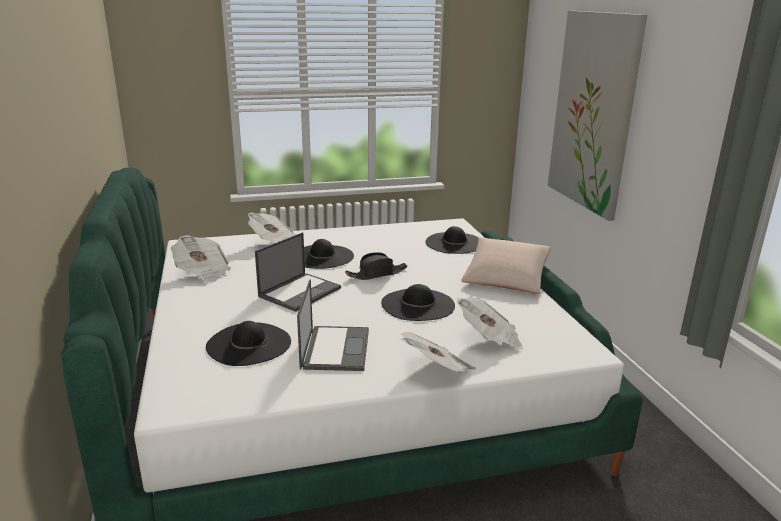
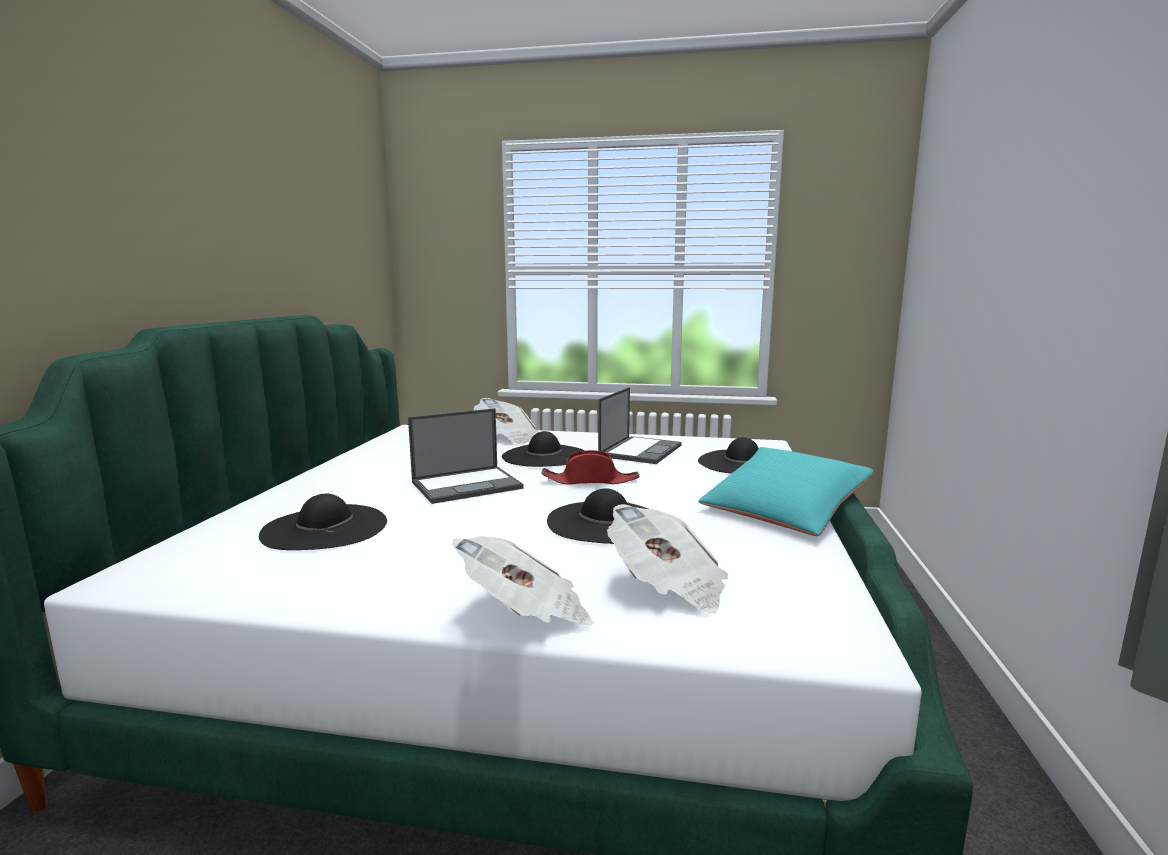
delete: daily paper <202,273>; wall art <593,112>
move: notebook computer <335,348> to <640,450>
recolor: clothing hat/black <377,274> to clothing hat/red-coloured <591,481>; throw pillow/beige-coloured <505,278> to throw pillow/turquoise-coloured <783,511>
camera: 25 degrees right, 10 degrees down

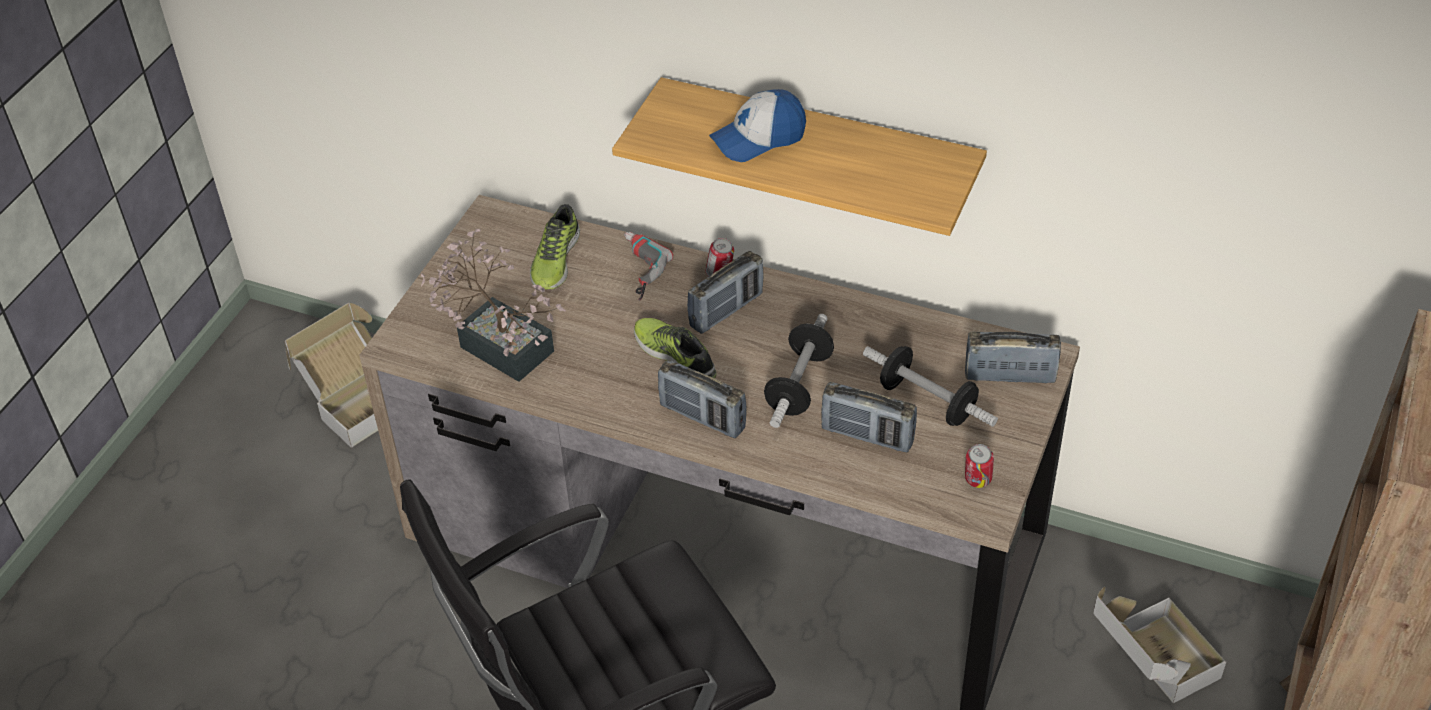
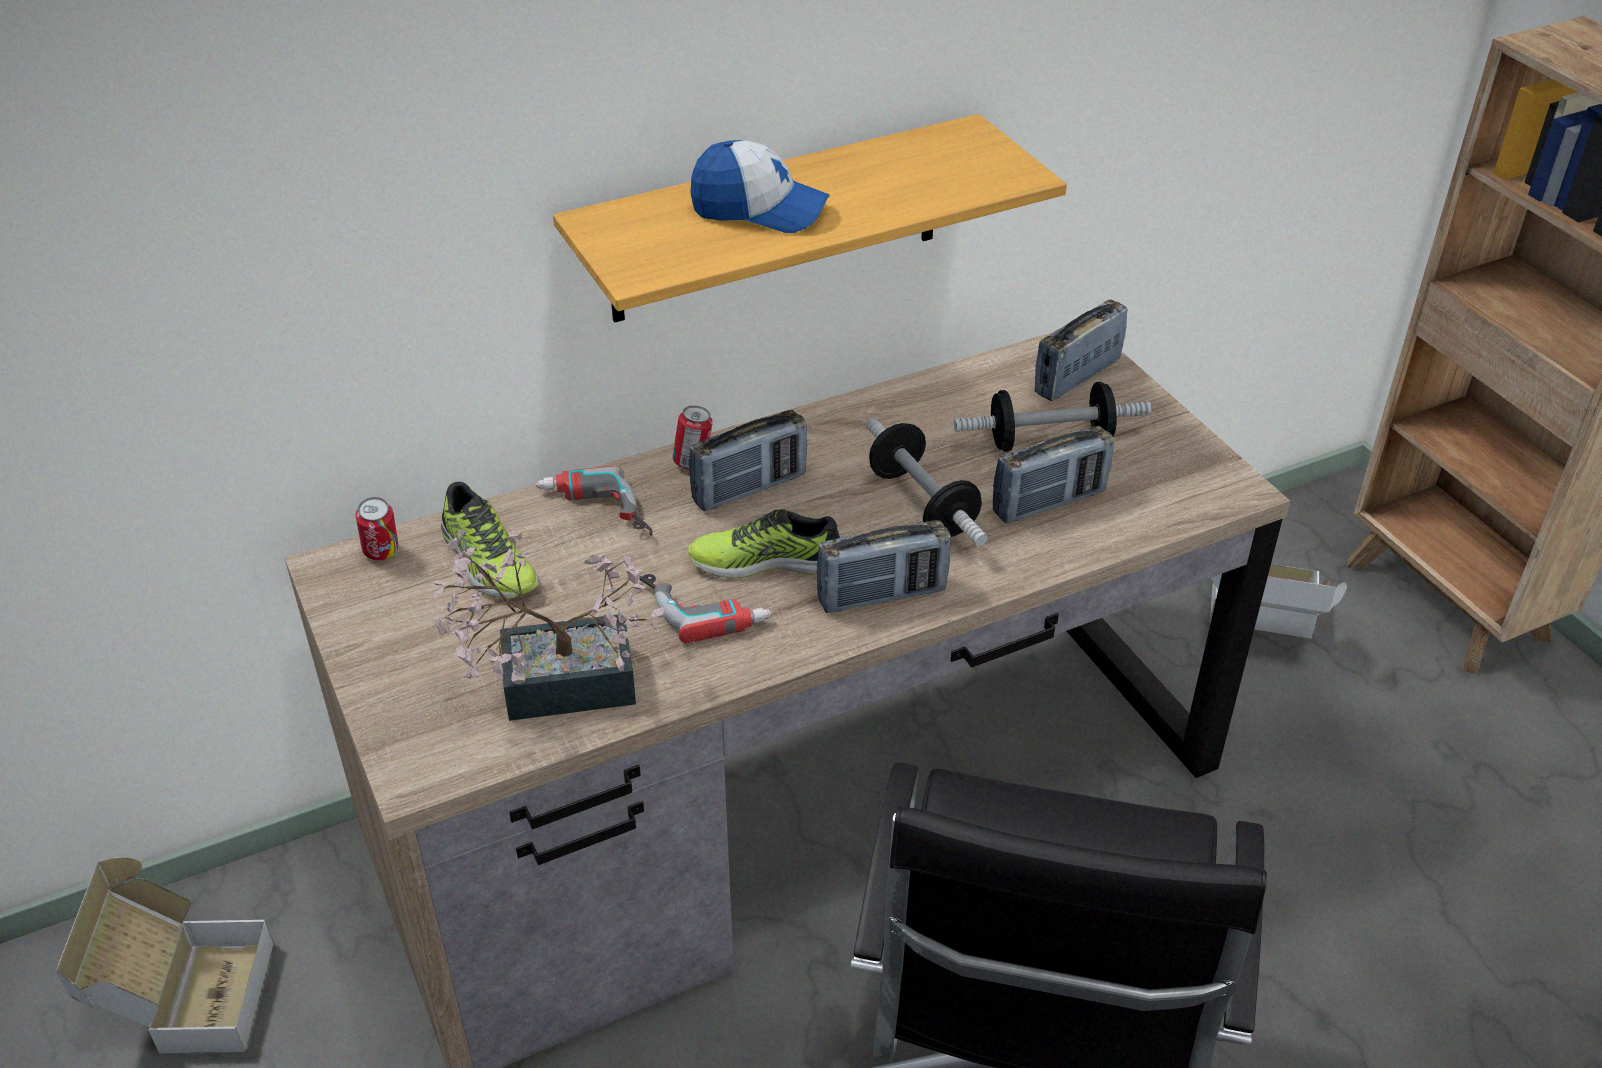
insert: electric drill <702,603>
move: can <977,482> to <382,554>
rotate: radio set <726,310> = <749,488> 60 degrees clockwise; baseball cap <758,138> = <759,210> 90 degrees counterclockwise
camera: 50 degrees left, 5 degrees down

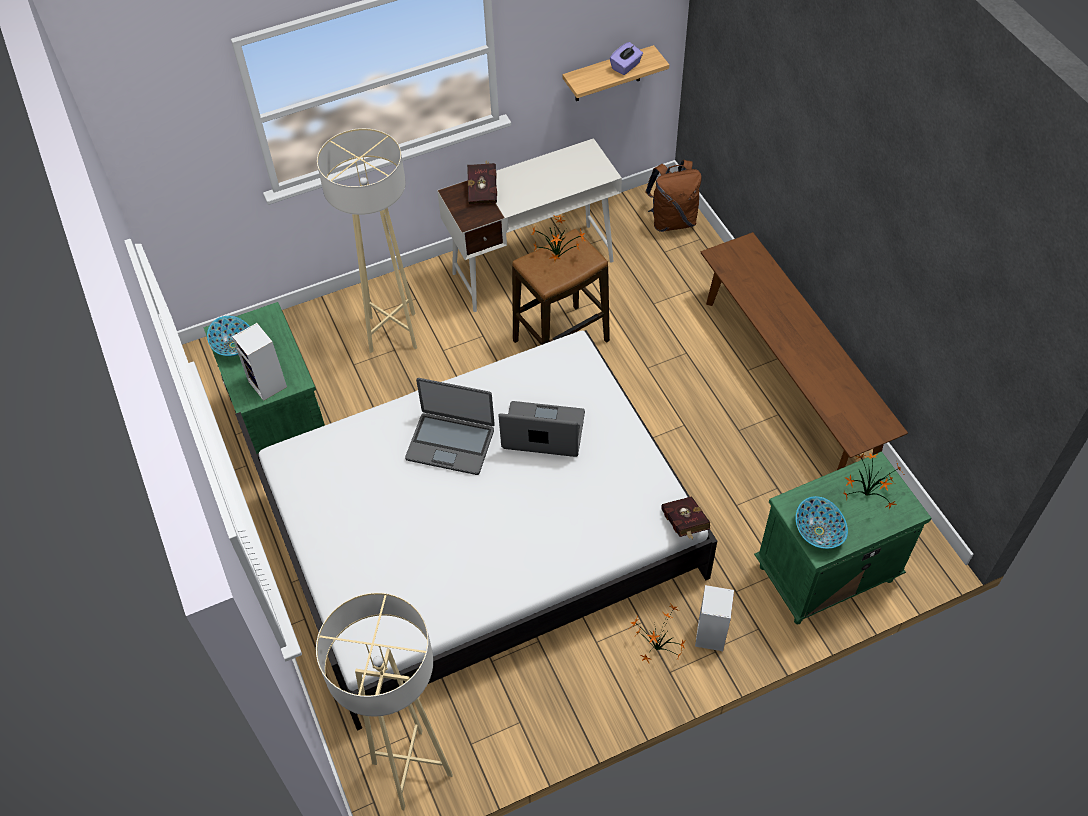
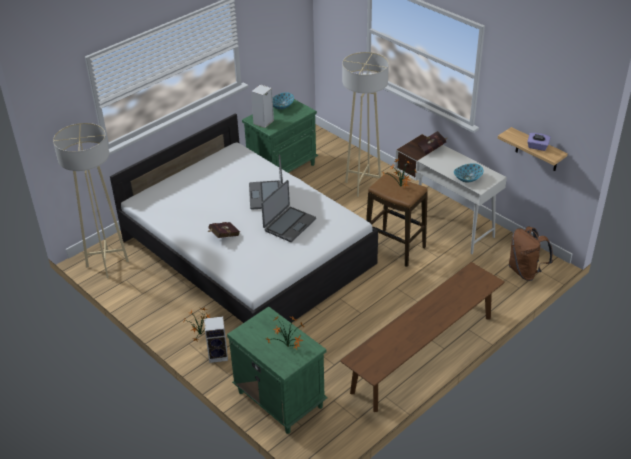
move: book/red-coloured <684,525> to <223,236>; bowl <818,532> to <467,179>
rotate: notebook computer <543,432> = <289,224> 45 degrees clockwise
camera: 70 degrees right, 15 degrees down

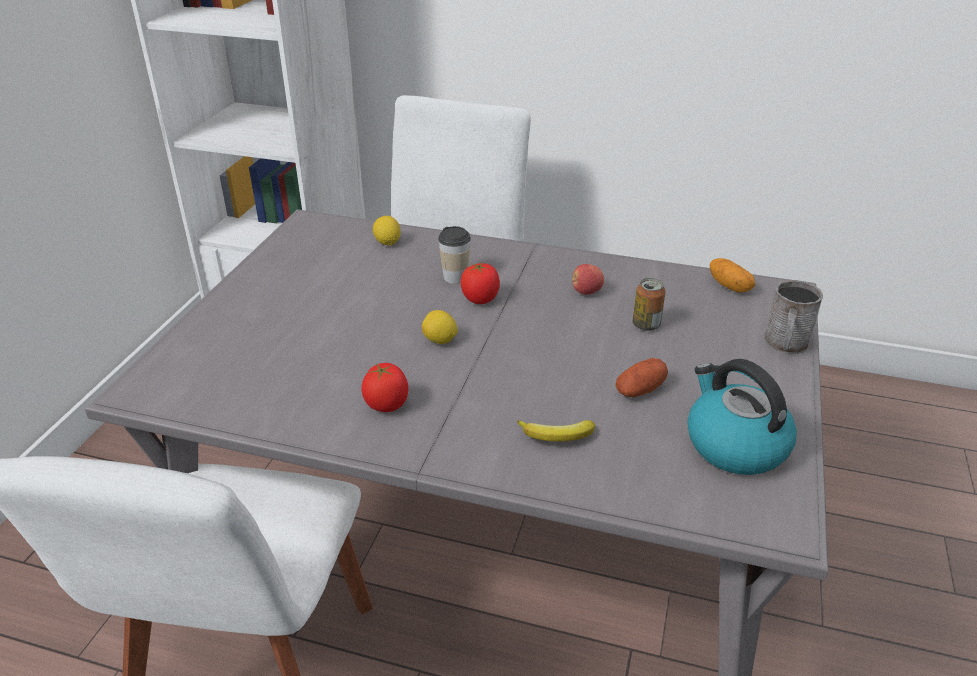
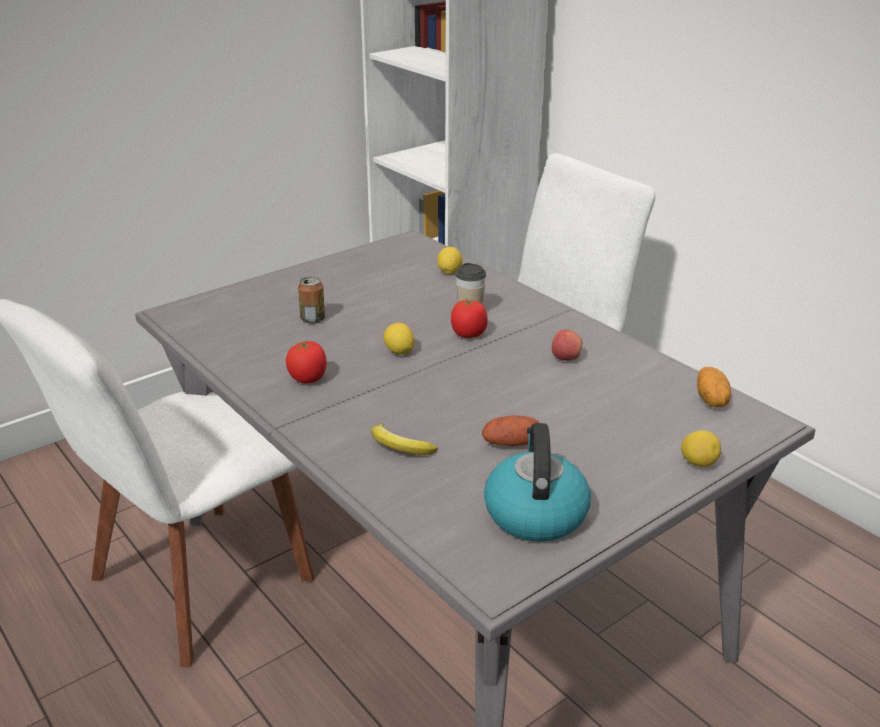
move: can <646,325> to <313,319>
replace: mug/greyish <785,344> to whole lemon <698,463>
camera: 35 degrees right, 5 degrees down

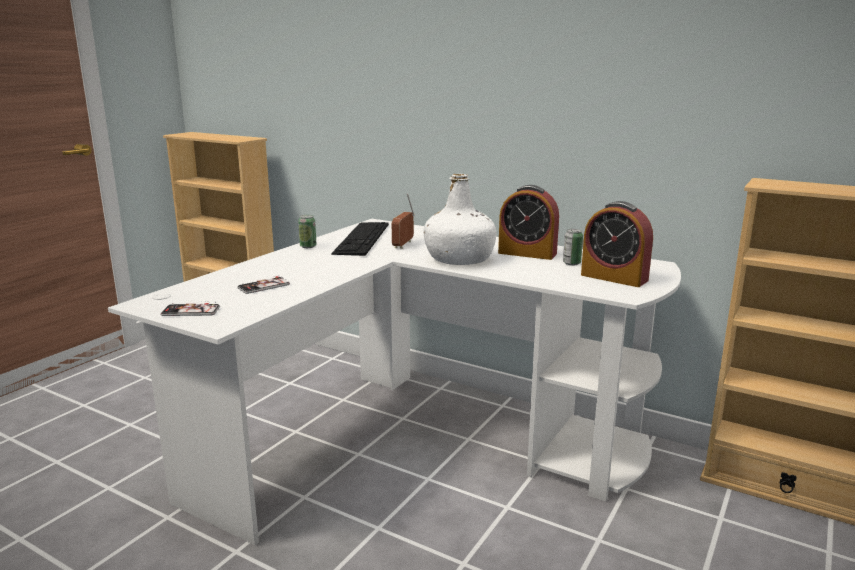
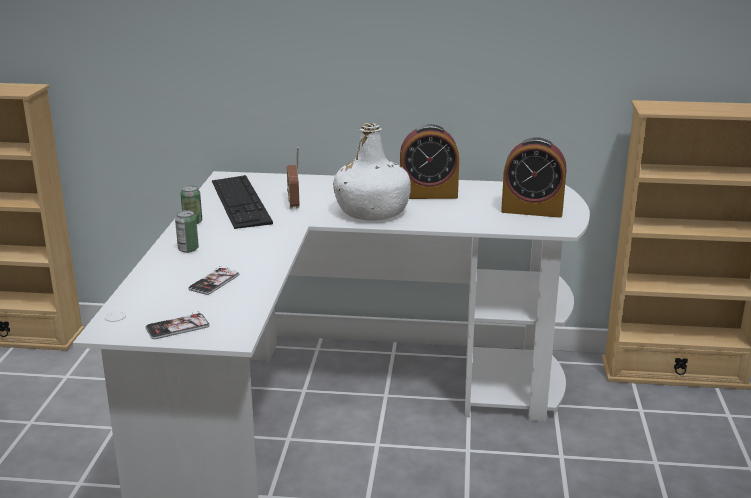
move: can <571,263> to <188,249>
camera: 25 degrees left, 5 degrees up

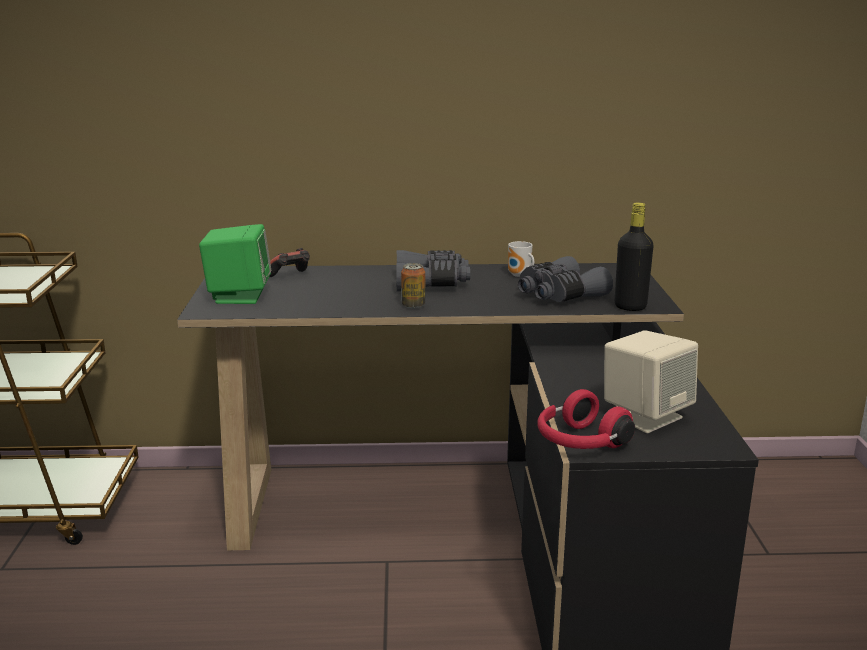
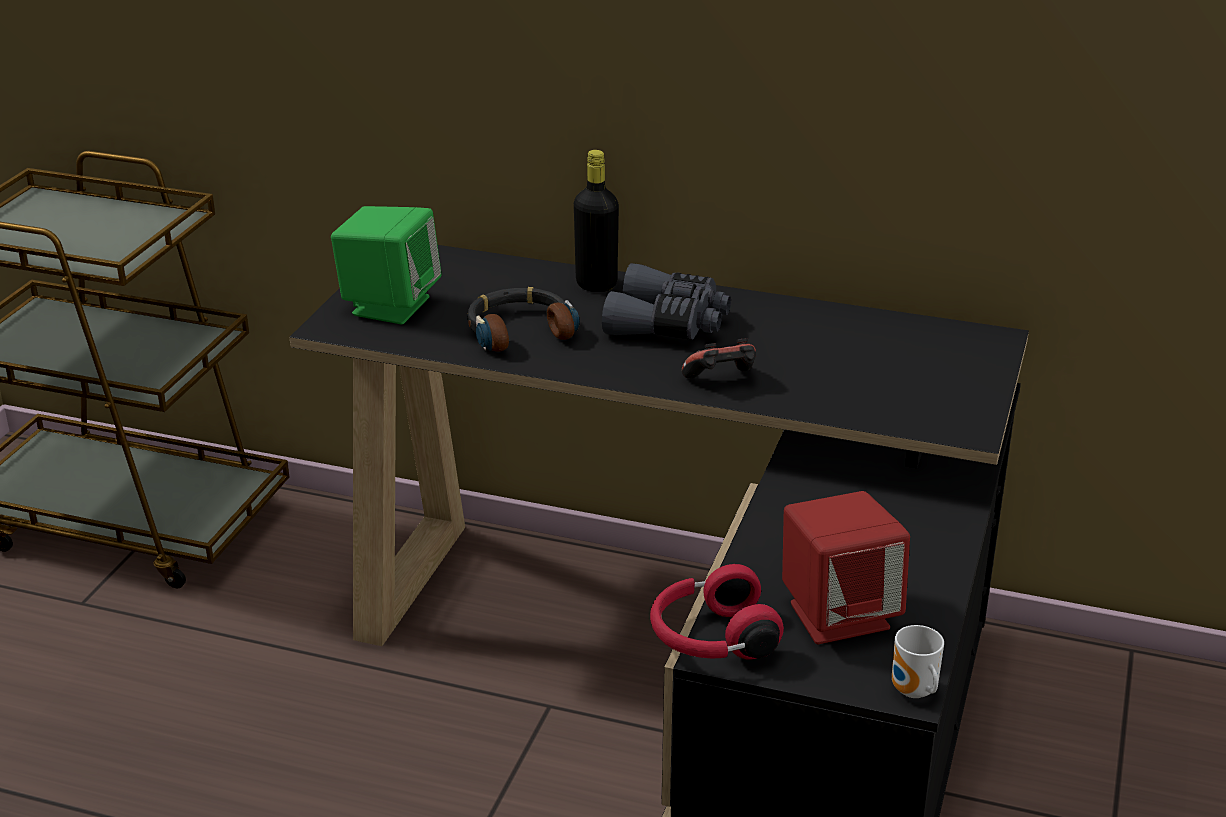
delete: can <413,305>; binoculars/greyish <559,295>
insert: pair of headphones <519,330>
move: bottle/black <630,307> to <596,284>; gamepad <290,276> to <721,381>; mug <519,275> to <913,693>
recolor: loudspeaker/beige-coloured <645,416> to loudspeaker/red-coloured <839,615>
camera: 20 degrees right, 10 degrees up

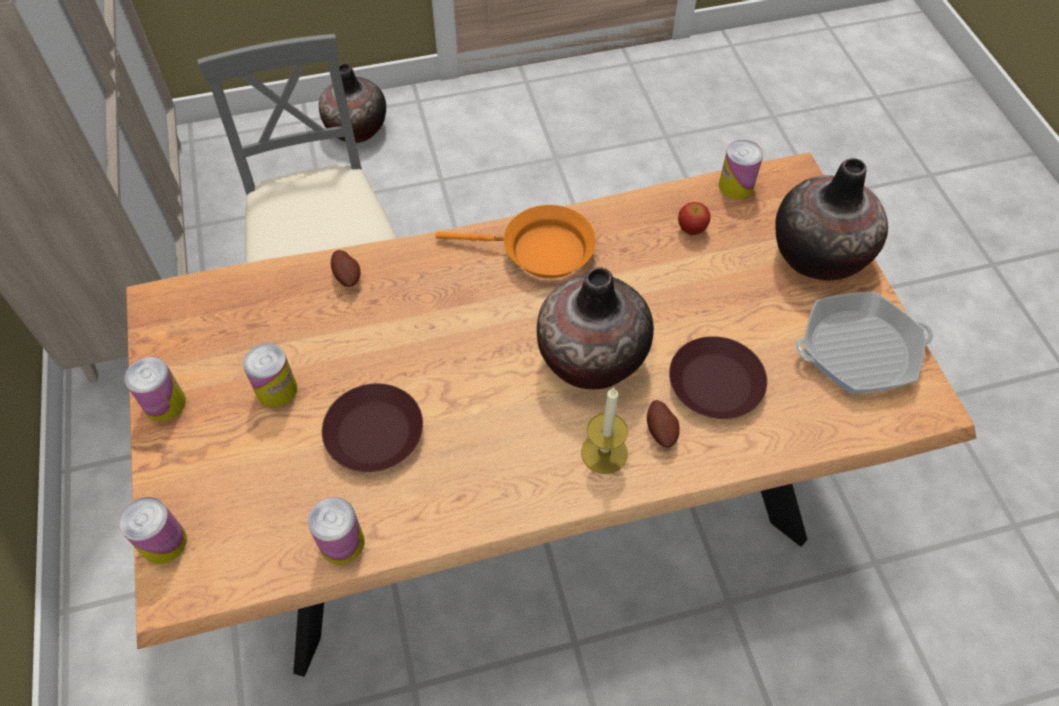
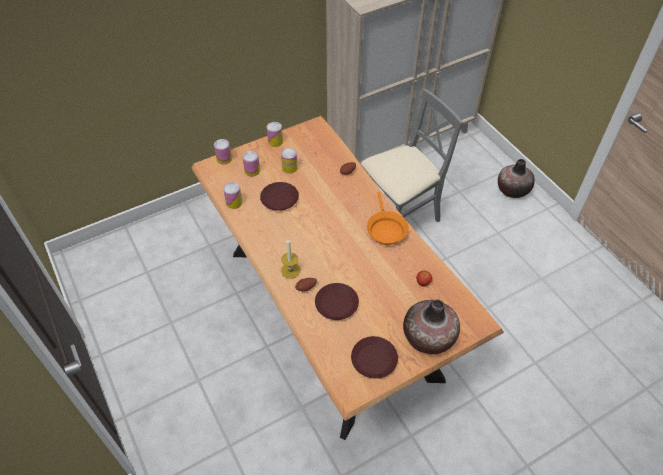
delete: flower vase <591,357>
move: can <736,186> to <252,171>
replace: pan <859,350> to dinner plate/brown <374,360>
camera: 75 degrees right, 5 degrees down

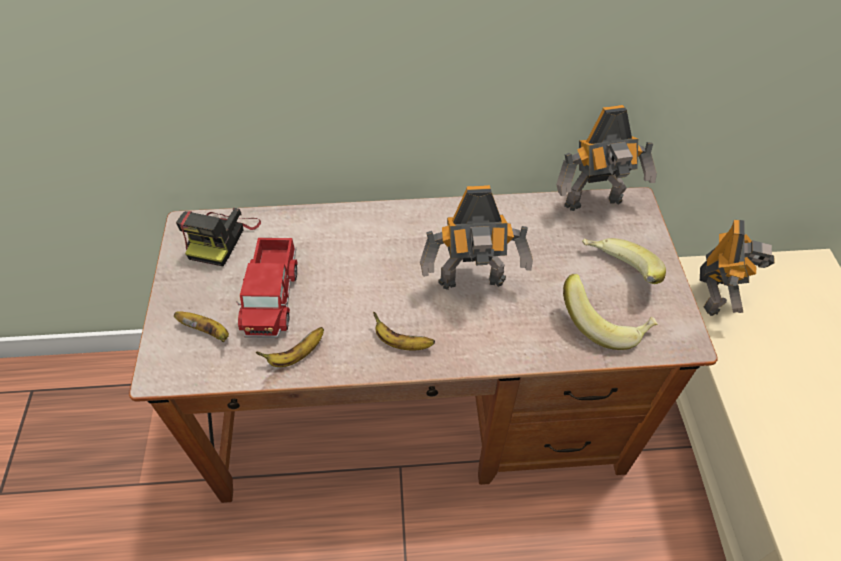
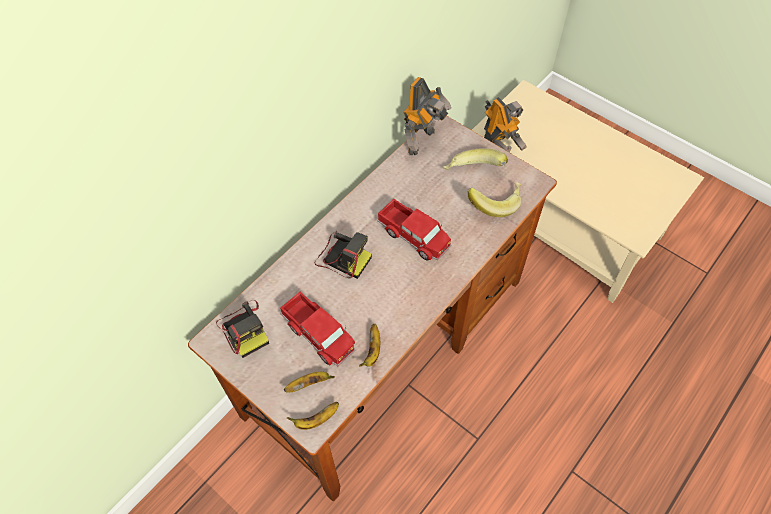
insert: still camera <342,257>
move: banana <401,343> to <316,420>
replace: model robot <473,284> to model truck <414,236>
camera: 45 degrees left, 5 degrees up

